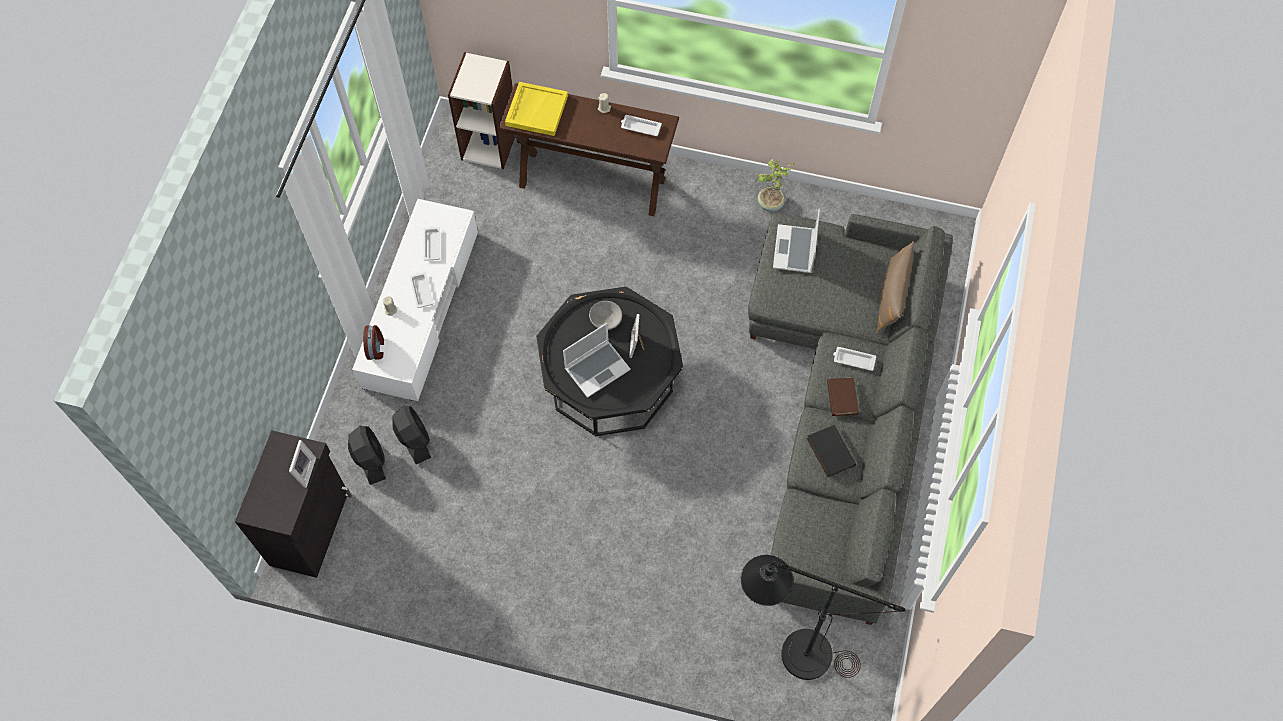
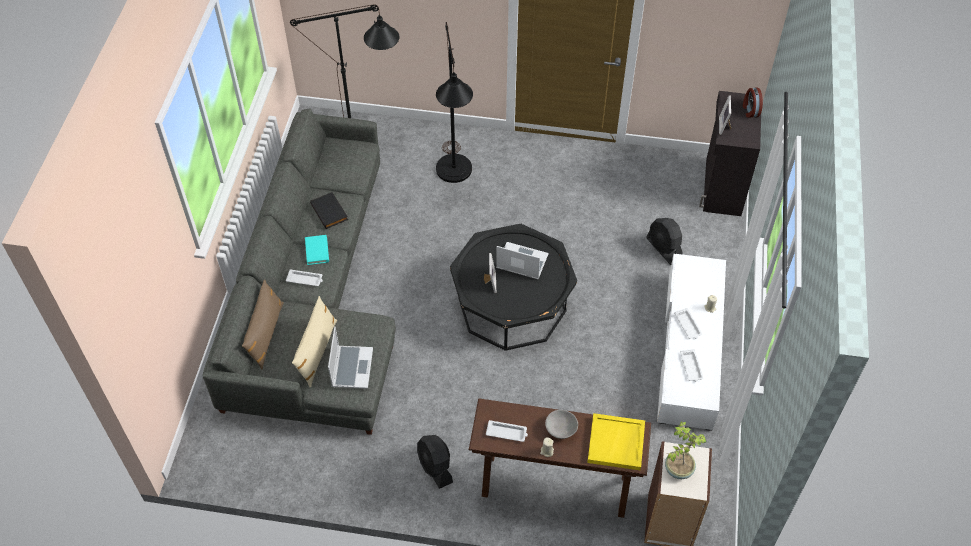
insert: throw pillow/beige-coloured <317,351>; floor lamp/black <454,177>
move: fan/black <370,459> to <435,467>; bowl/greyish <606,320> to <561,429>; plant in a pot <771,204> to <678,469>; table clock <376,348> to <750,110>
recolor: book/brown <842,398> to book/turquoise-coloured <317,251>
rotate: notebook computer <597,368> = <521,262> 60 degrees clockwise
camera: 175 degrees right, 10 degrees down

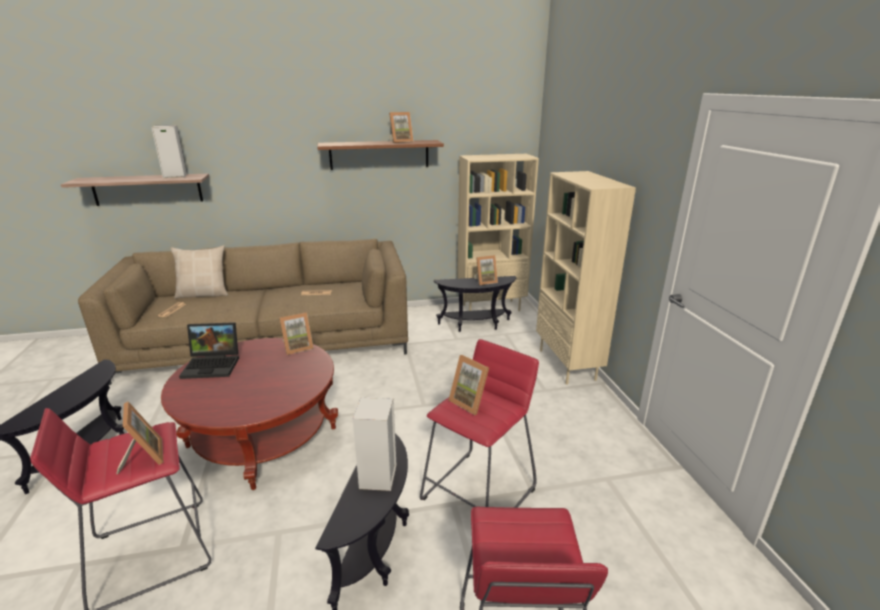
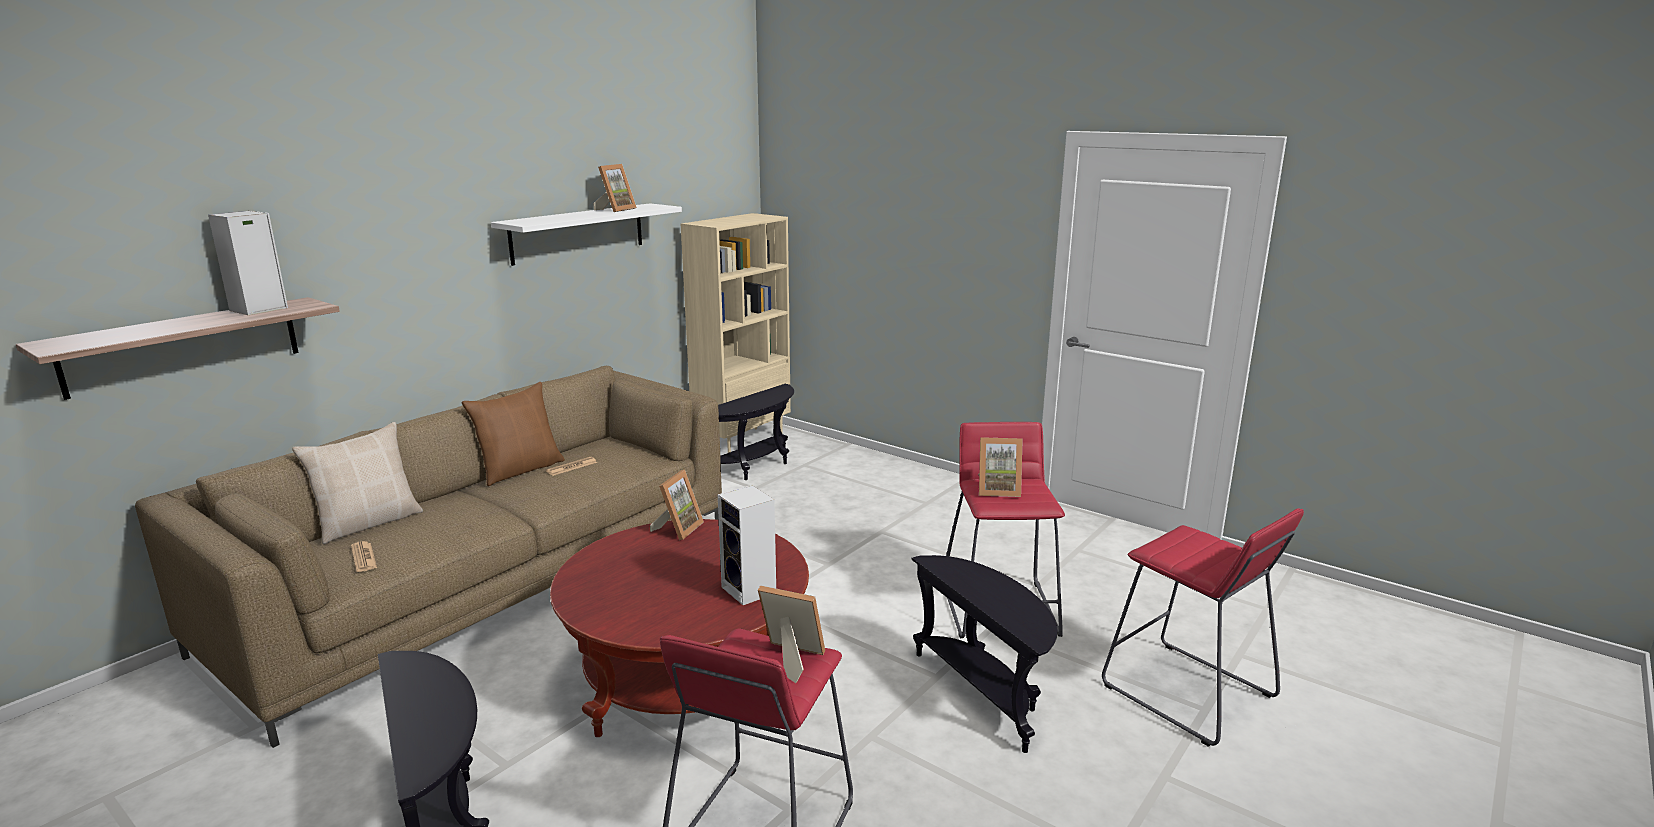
delete: notebook computer <214,365>; photo frame <485,281>; bookcase/beige-coloured <568,365>
insert: throw pillow/brown <520,470>
move: loudspeaker <378,478> to <750,591>
recolor: bracket shelf/brown <379,154> to bracket shelf/white-coloured <578,233>
camera: 40 degrees left, 5 degrees down

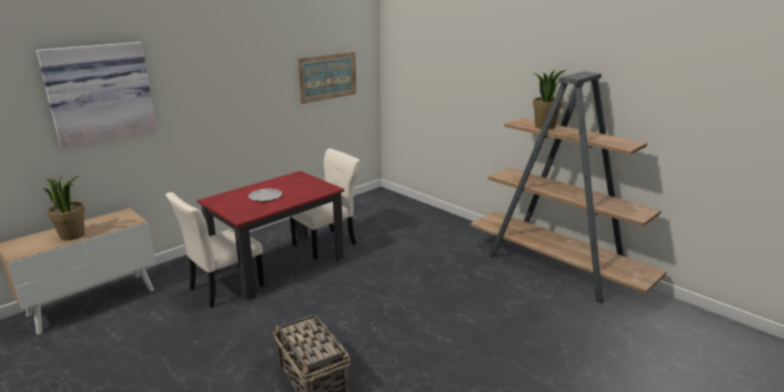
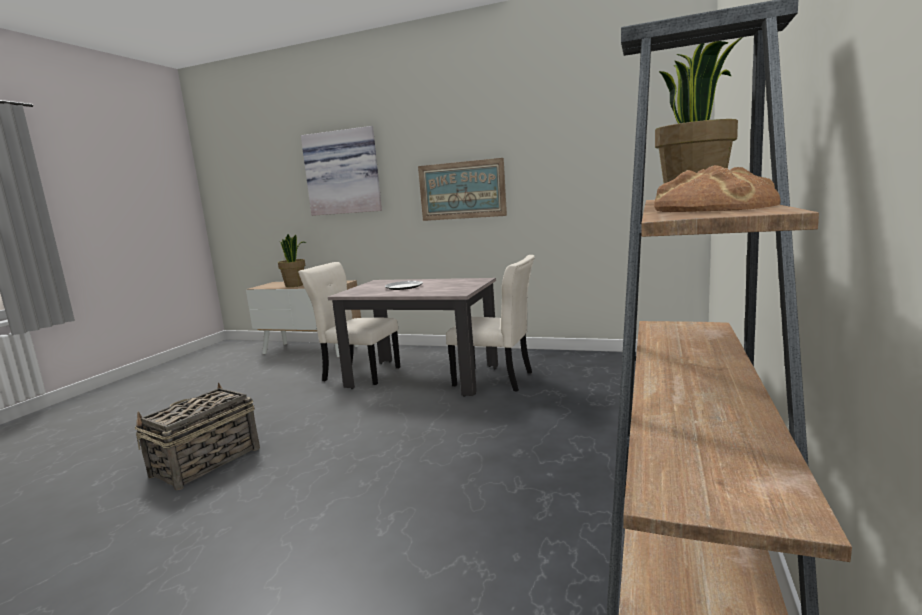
insert: bread <714,208>
move: wall art <328,77> to <462,190>
recolor: kitchen table/red-coloured <279,265> to kitchen table/beige-coloured <423,377>
camera: 65 degrees right, 10 degrees down

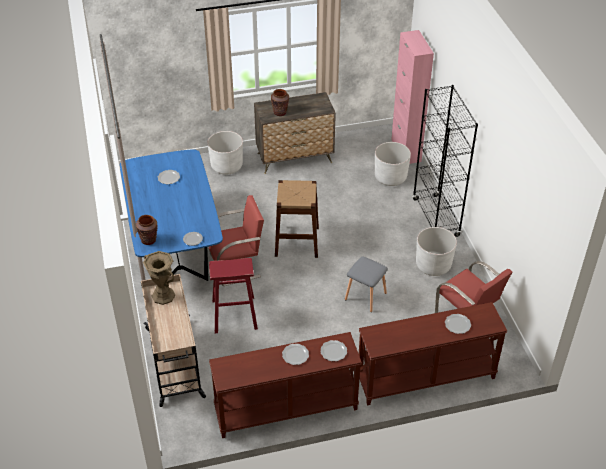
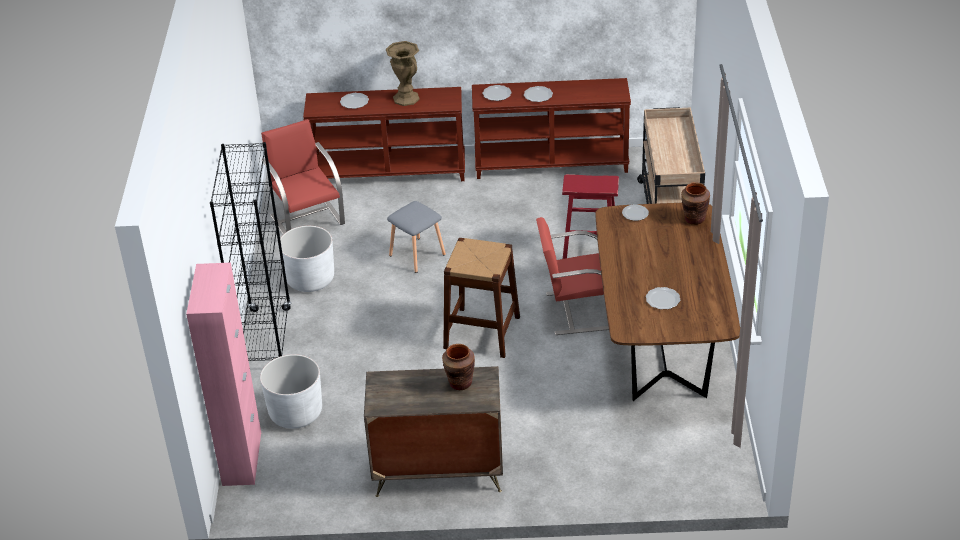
delete: plant pot/white-coloured <227,166>
move: flower vase/brown <163,296> to <406,98>
recolor: kitchen table/bluish <175,248> to kitchen table/brown <661,345>
camera: 165 degrees left, 5 degrees down

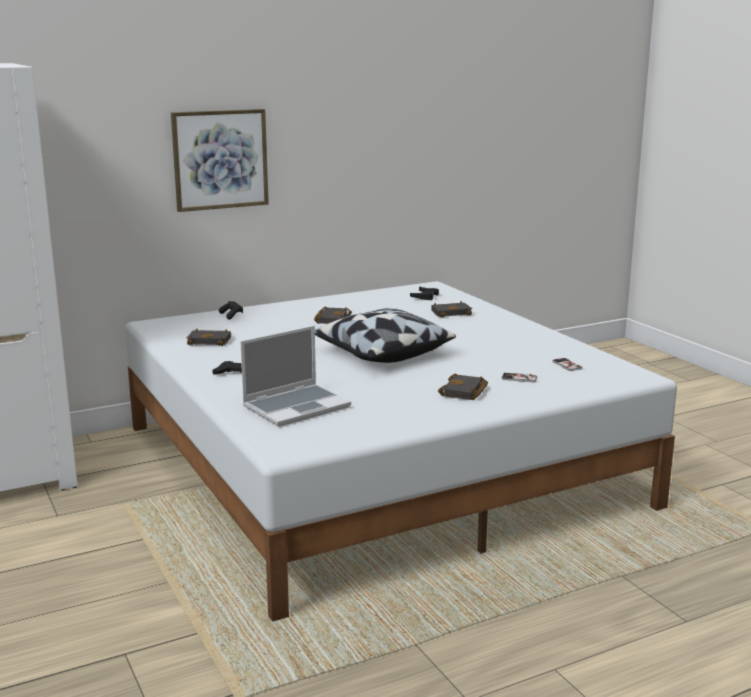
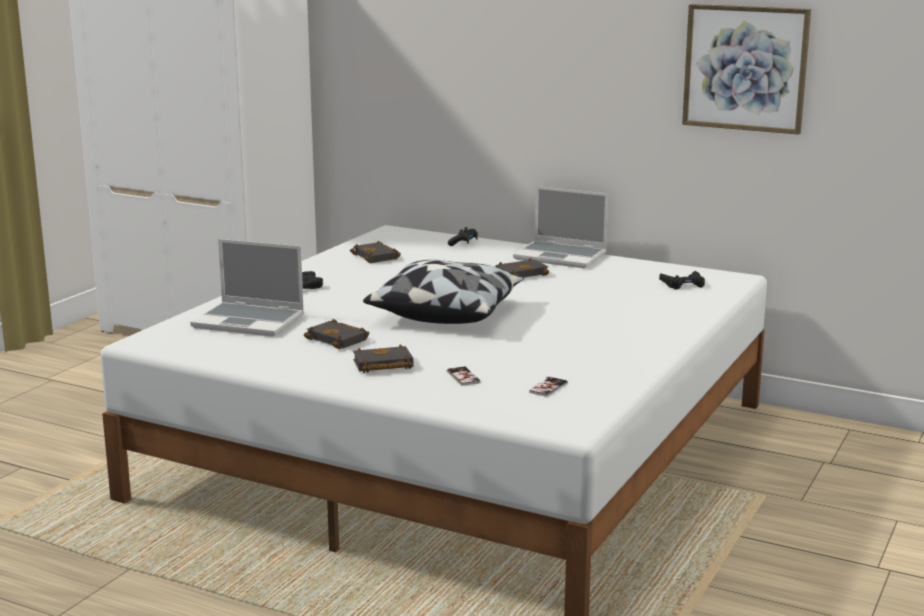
insert: notebook computer <561,256>
move: book/black <451,312> to <339,339>; wall art <220,159> to <745,68>
camera: 55 degrees right, 0 degrees up

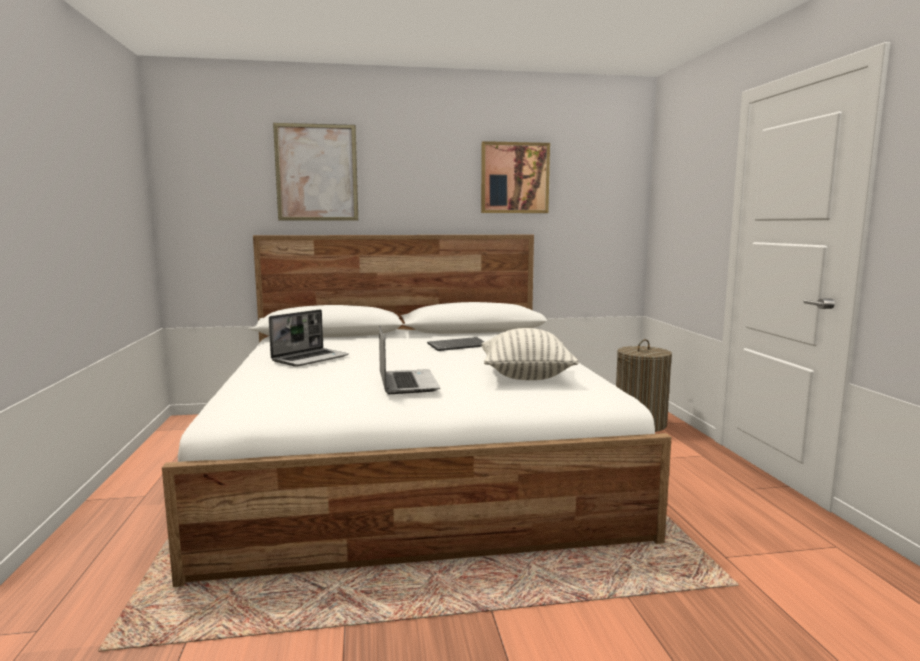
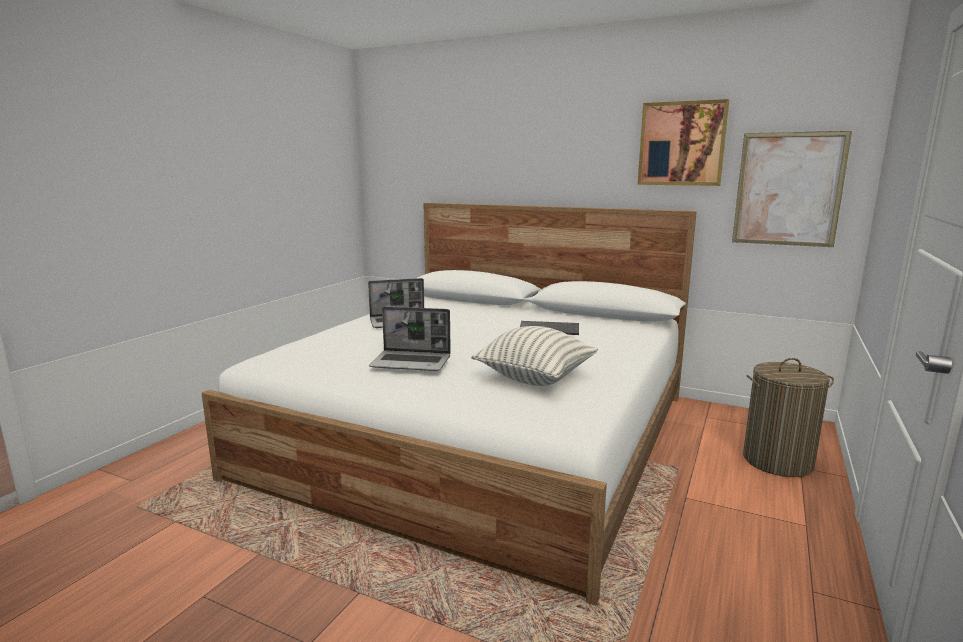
move: wall art <316,172> to <788,189>
rotate: notebook computer <406,383> = <412,362> 75 degrees clockwise
camera: 35 degrees right, 5 degrees up

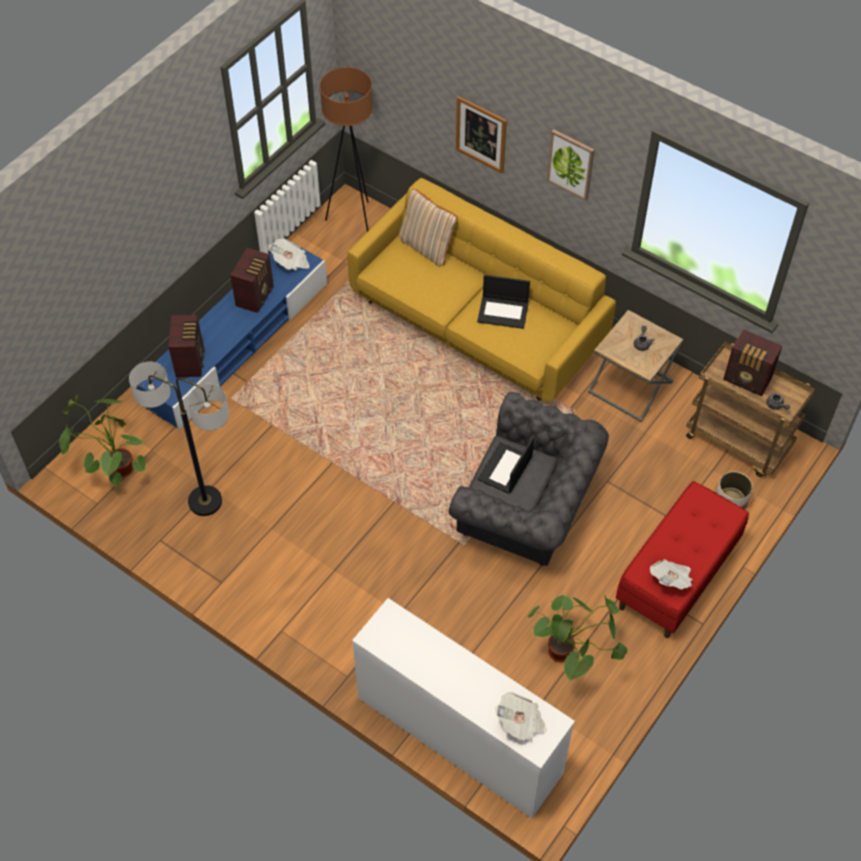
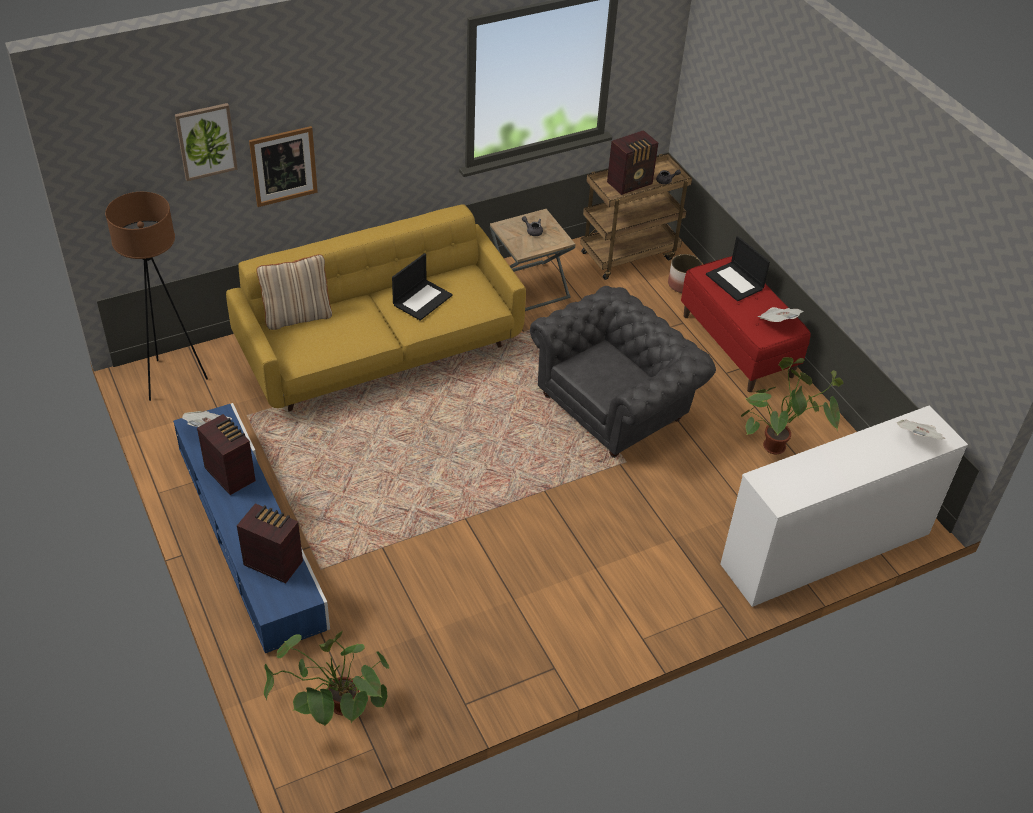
delete: floor lamp <205,501>
move: wall art <571,164> to <206,141>; notebook computer <505,469> to <735,282>
camera: 65 degrees left, 10 degrees down

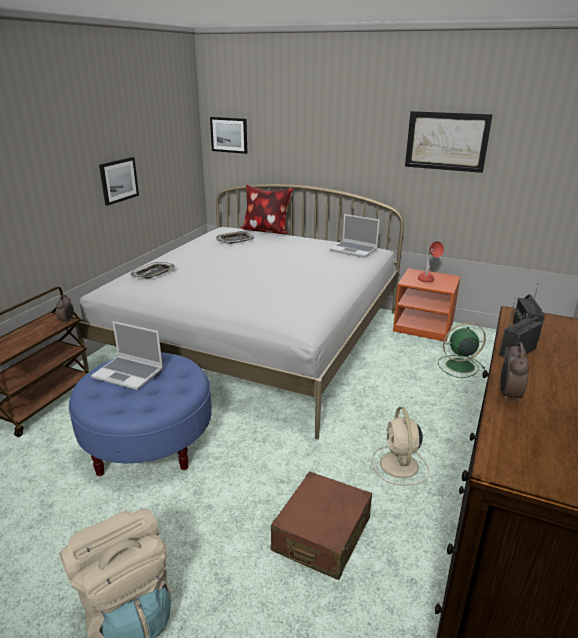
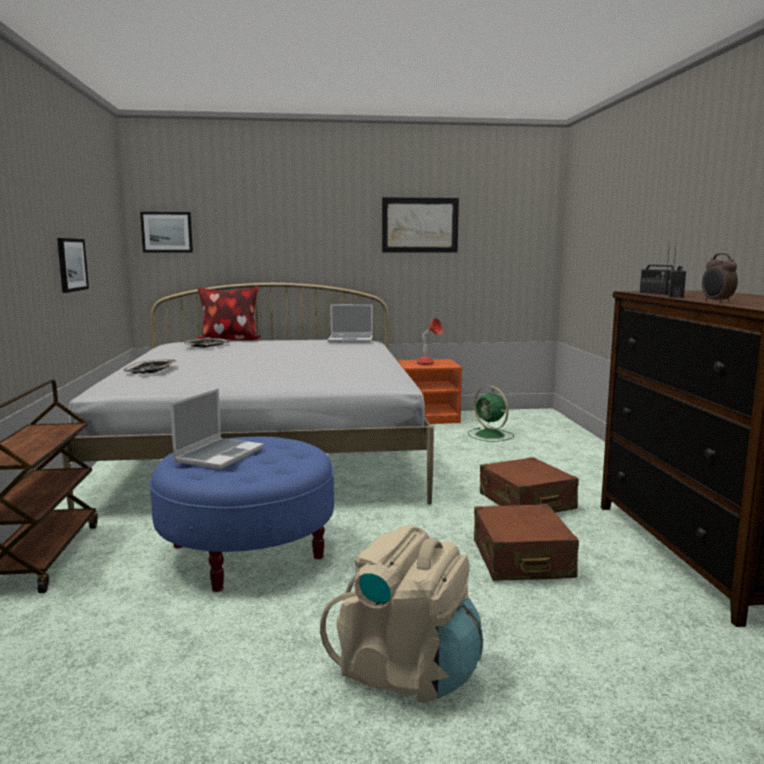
delete: table clock <67,321>
replace: fan/beige-coloured <399,466> to travel case/brown <526,502>
rotate: notebook computer <129,373> = <219,455> 60 degrees counterclockwise; fan/green <458,366> = <490,435> 90 degrees counterclockwise
camera: 30 degrees left, 15 degrees down

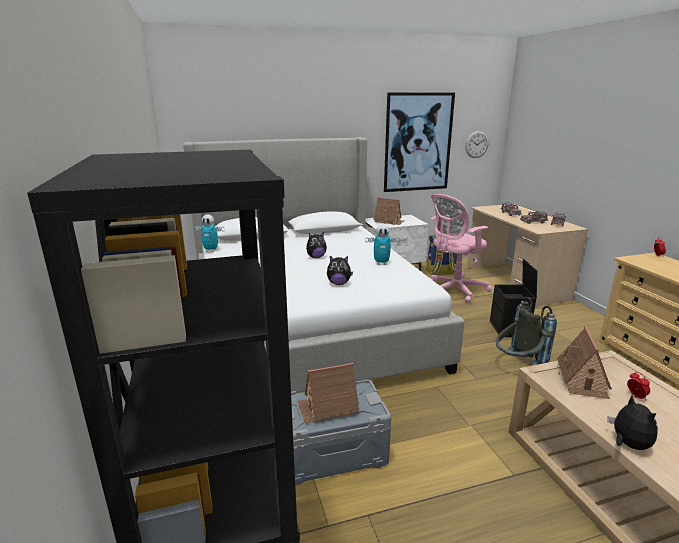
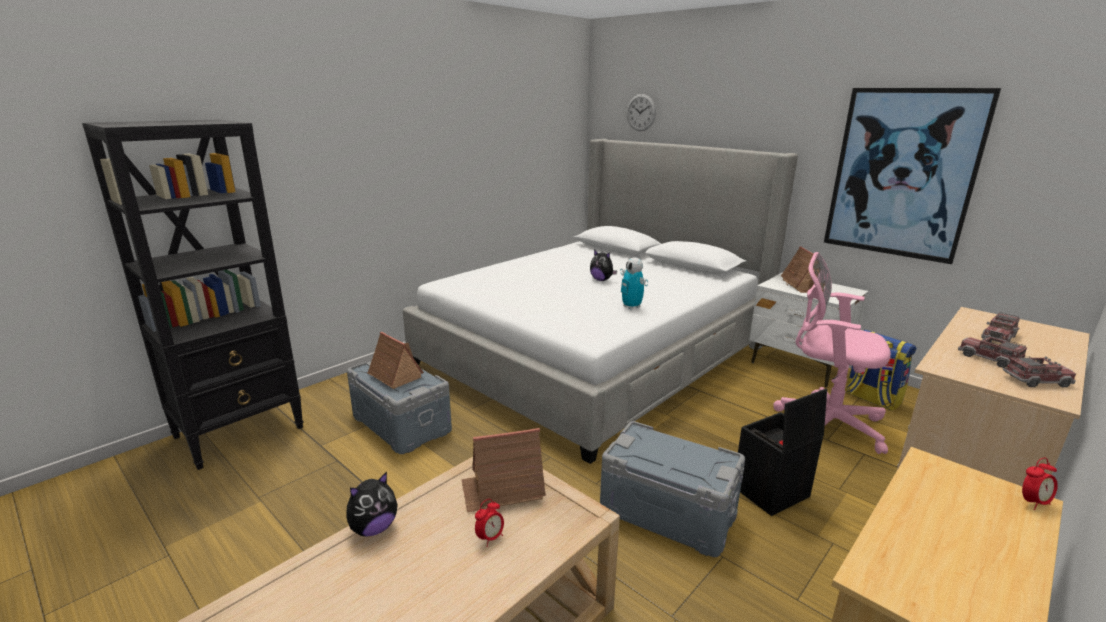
delete: model robot <211,250>; plush toy <339,283>
move: hanging clock <476,144> to <641,112>
replace: rucksack/greyish <517,365> to storage box/greyish <667,513>
camera: 60 degrees right, 0 degrees up

